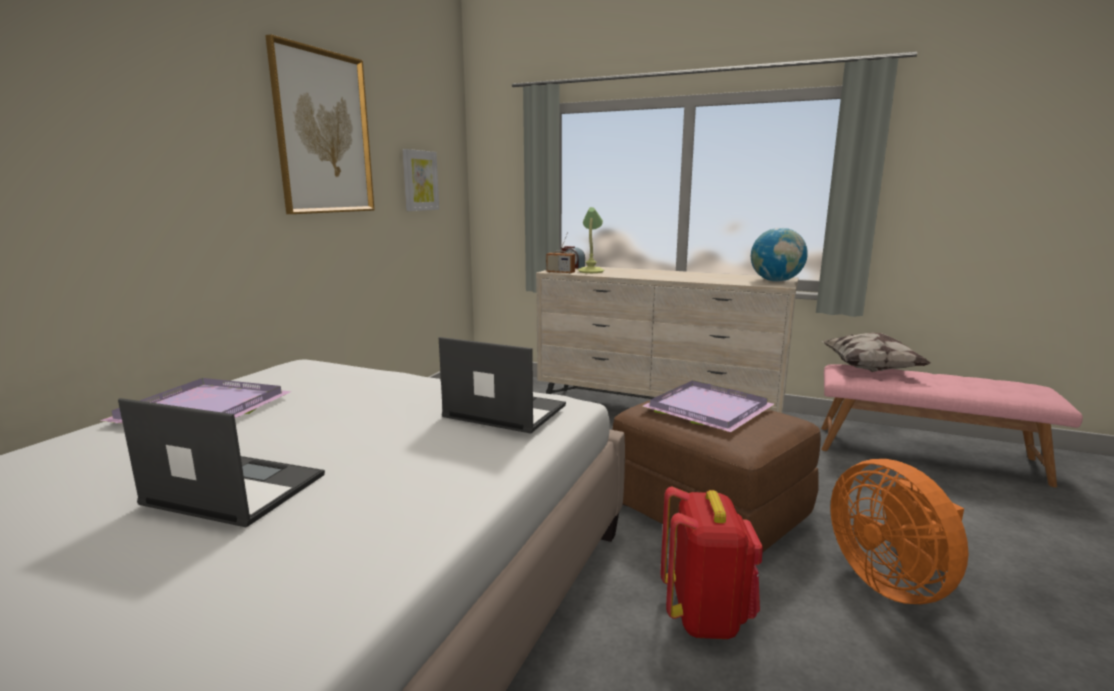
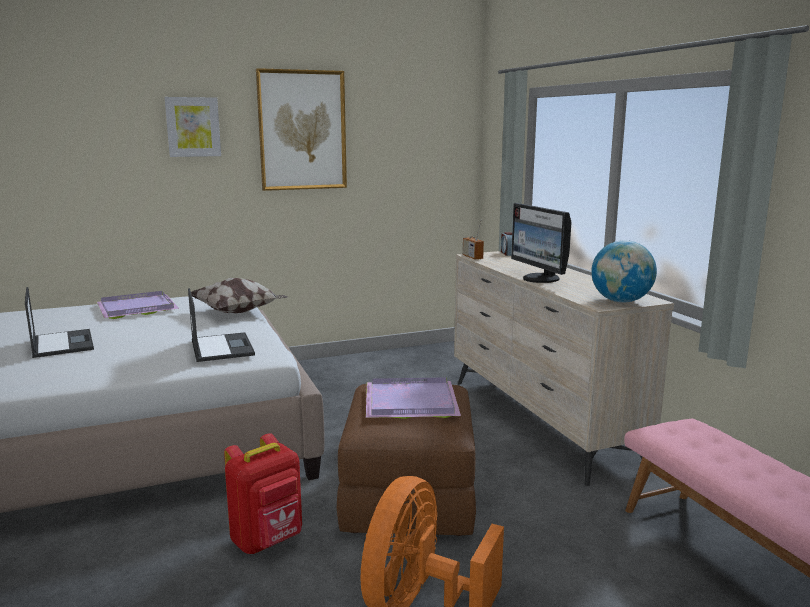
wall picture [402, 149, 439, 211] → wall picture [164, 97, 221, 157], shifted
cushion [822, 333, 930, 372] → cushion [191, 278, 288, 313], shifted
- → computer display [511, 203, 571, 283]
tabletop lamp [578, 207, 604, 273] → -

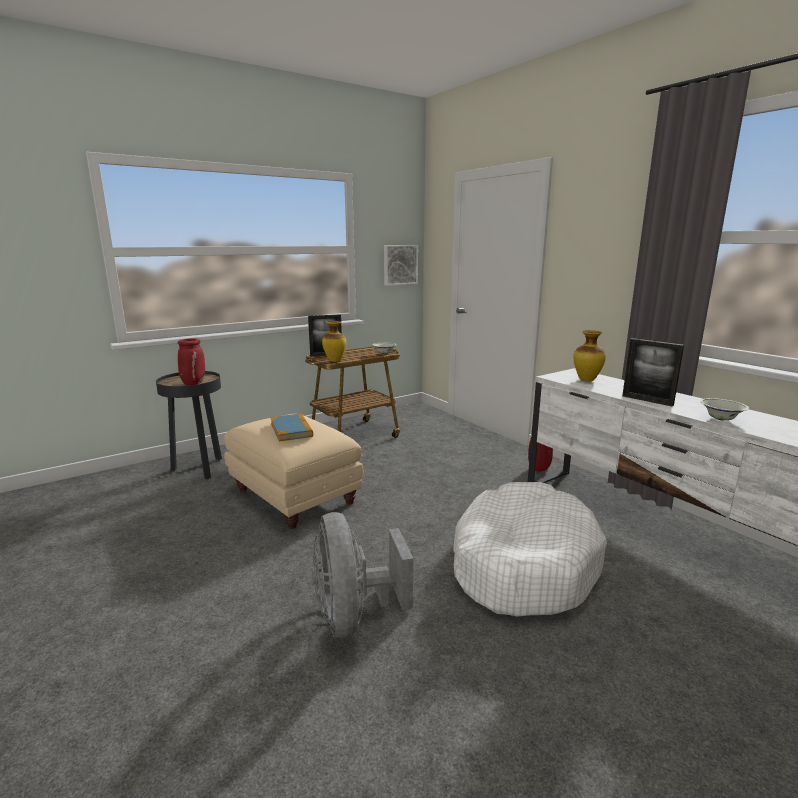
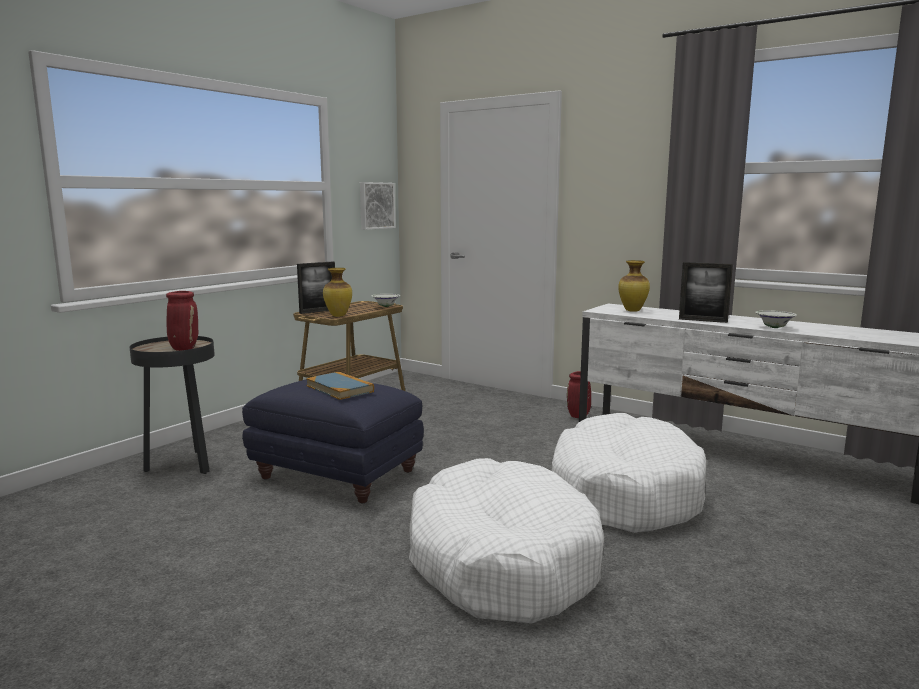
beige-coloured pouffe [224, 414, 363, 529] → blue pouffe [242, 379, 424, 504]
gray cooling fan [312, 512, 413, 638] → white dog bed [409, 458, 604, 624]

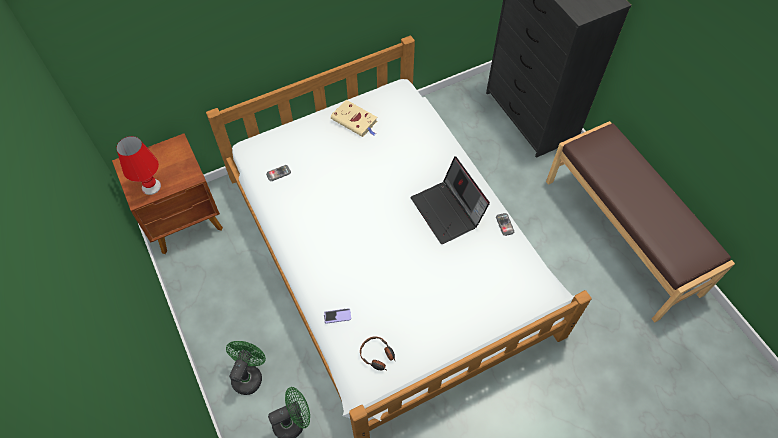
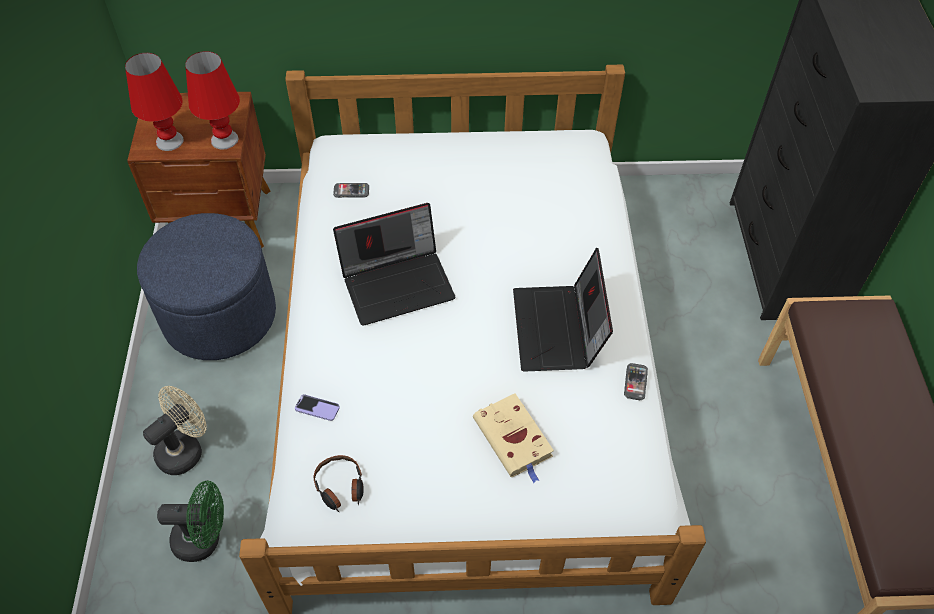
- → blue pouffe [137, 213, 276, 360]
green-coloured cooling fan [226, 341, 266, 395] → beige-coloured cooling fan [143, 386, 206, 475]
- → reddish tabletop lamp [185, 51, 240, 149]
- → notebook computer [333, 203, 455, 326]
beige-coloured volume [331, 100, 377, 137] → beige-coloured volume [473, 393, 554, 483], shifted

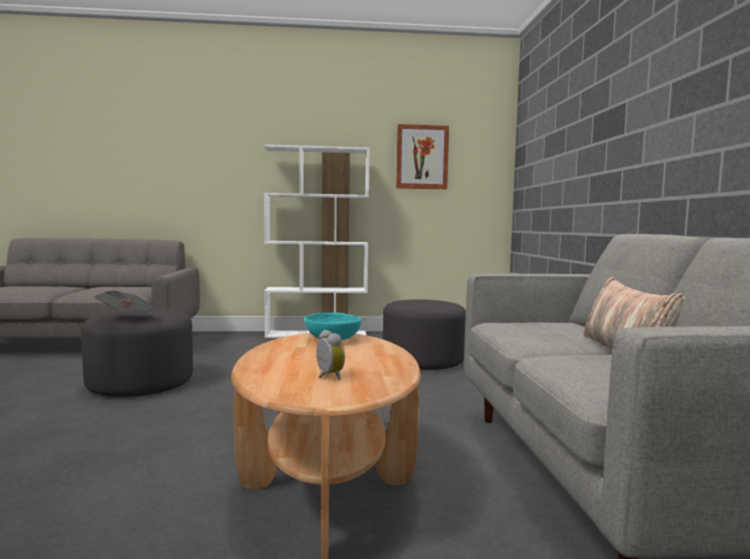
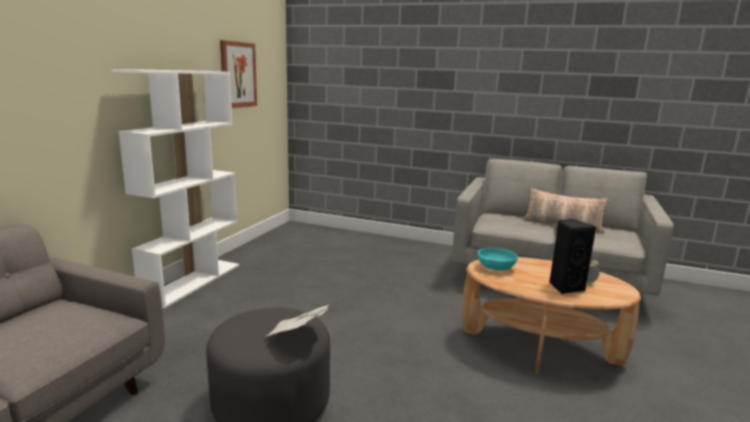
- → black-coloured audio speaker [549, 219, 596, 294]
gray pouffe [382, 299, 466, 370] → -

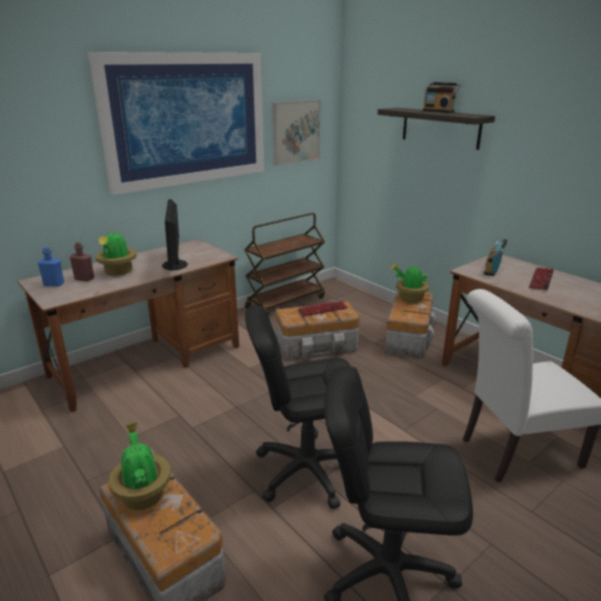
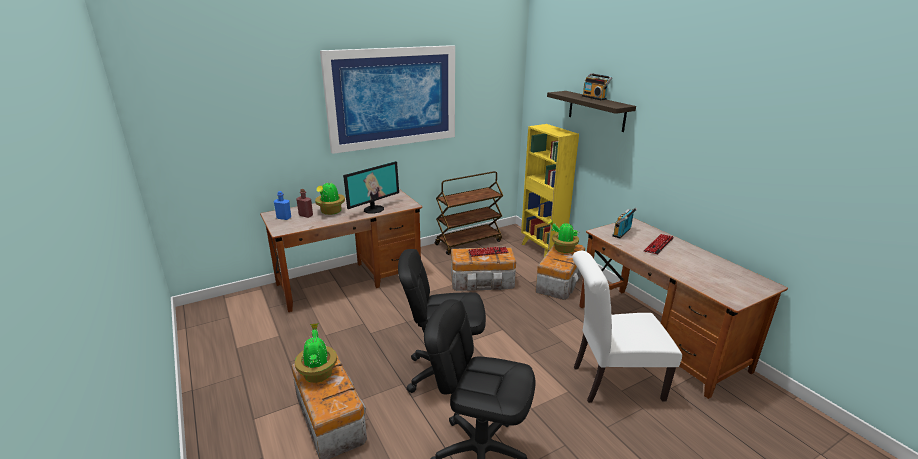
computer display [162, 199, 188, 270] → computer display [343, 161, 399, 214], 135 degrees counterclockwise
- → yellow-coloured shelving unit [521, 124, 579, 257]
wall picture [272, 100, 321, 166] → -

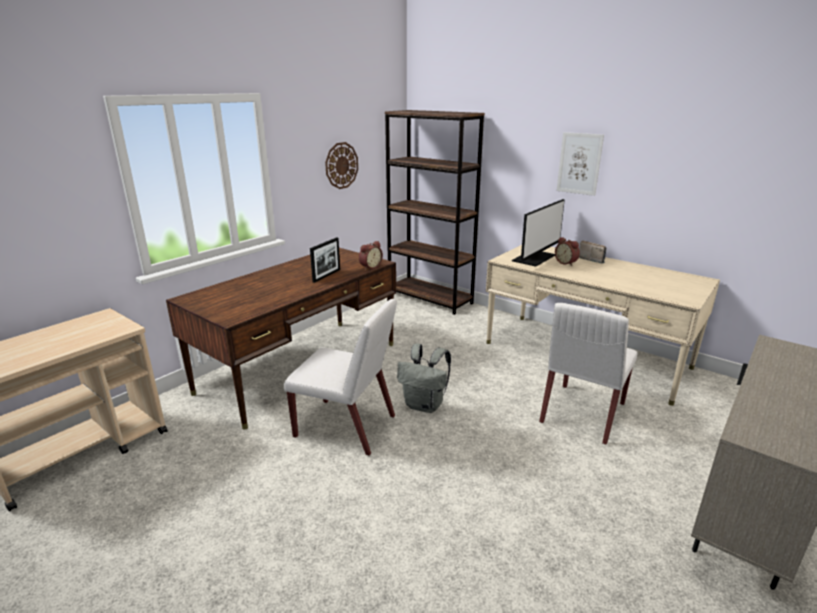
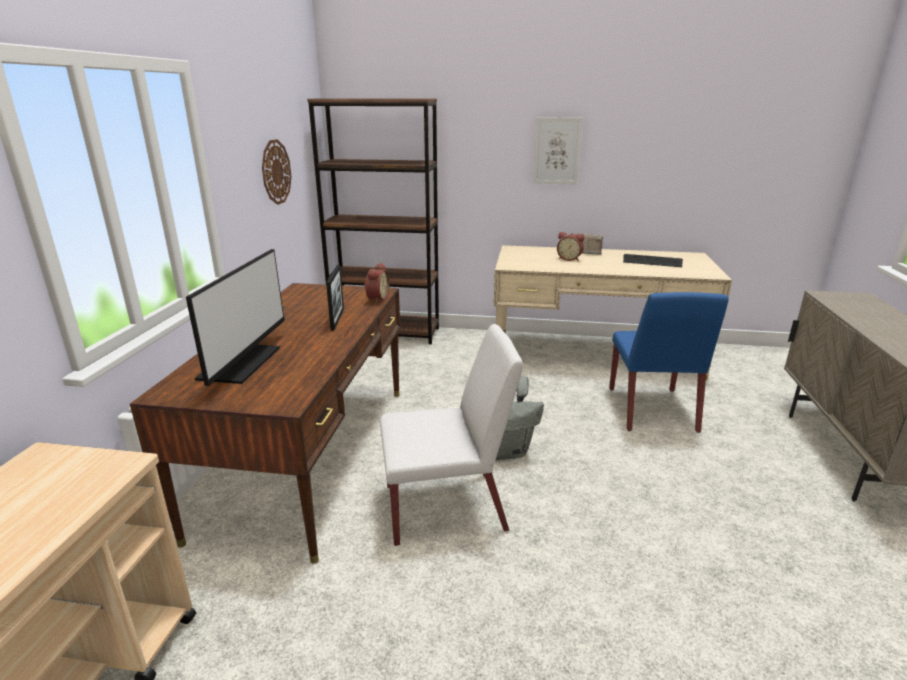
computer display [512, 199, 565, 267] → computer display [186, 249, 285, 386], shifted
white chair [539, 303, 637, 445] → blue chair [609, 292, 729, 433]
- → keyboard [623, 254, 683, 267]

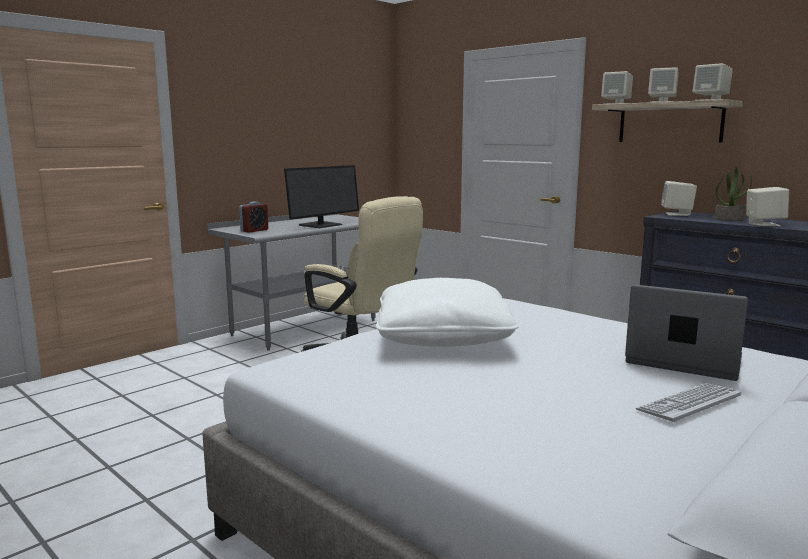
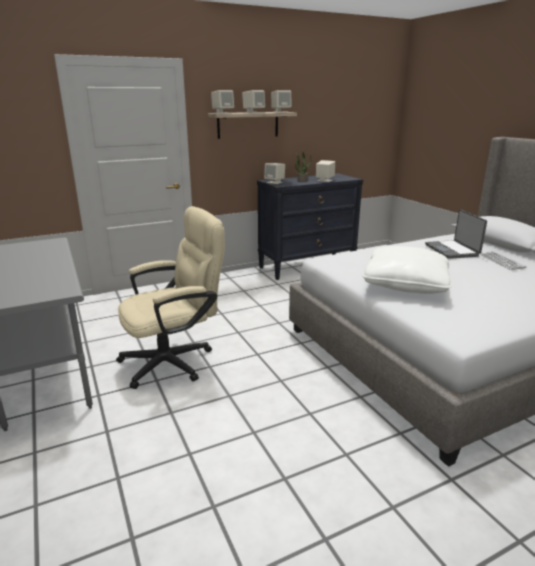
notebook computer [625, 284, 748, 381] → notebook computer [425, 210, 487, 259], 60 degrees counterclockwise
alarm clock [239, 201, 268, 233] → -
computer display [284, 165, 359, 228] → -

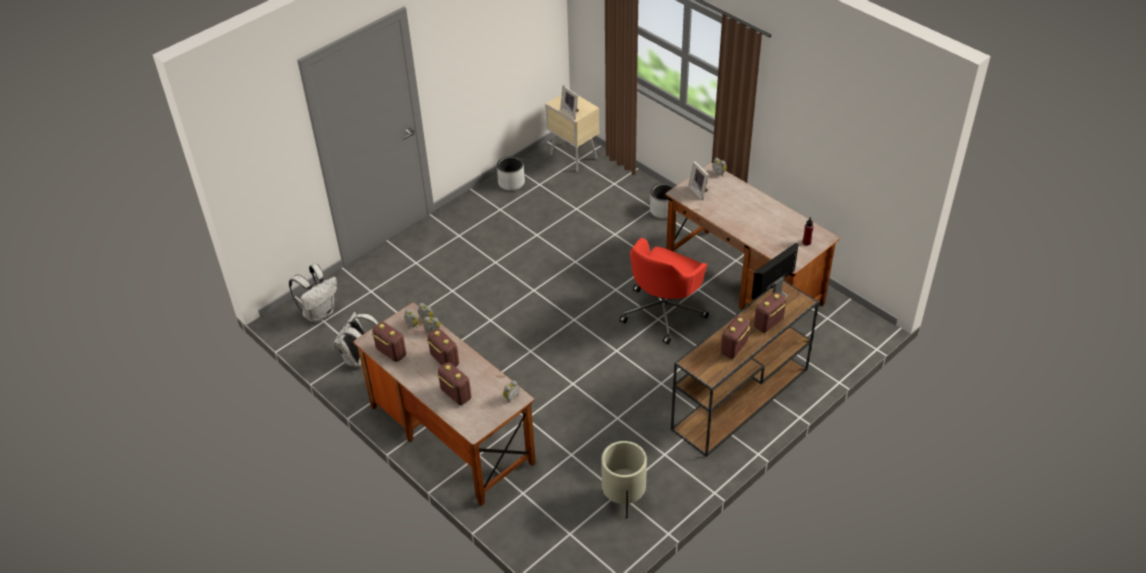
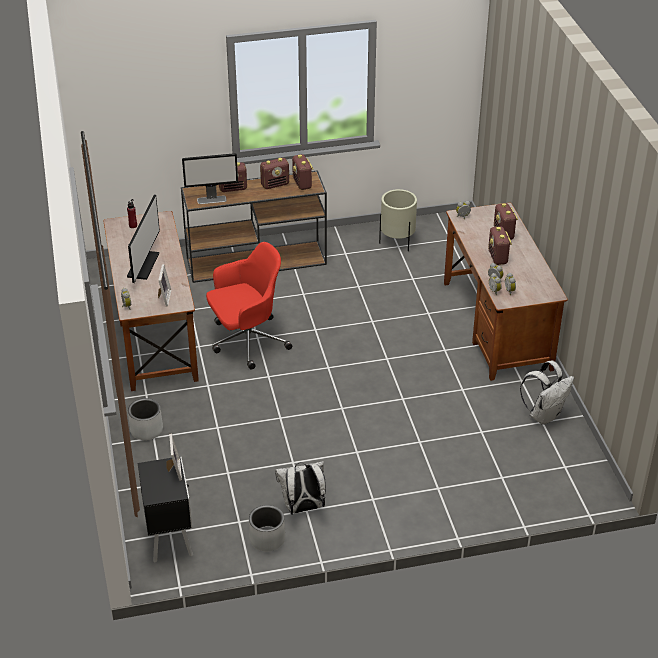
- → computer display [127, 194, 160, 283]
beige-coloured bedside table [545, 94, 599, 172] → black-coloured bedside table [137, 456, 193, 563]
white backpack [289, 264, 337, 323] → white backpack [275, 461, 326, 515], shifted
radio set [371, 322, 406, 362] → radio set [292, 154, 313, 190], shifted

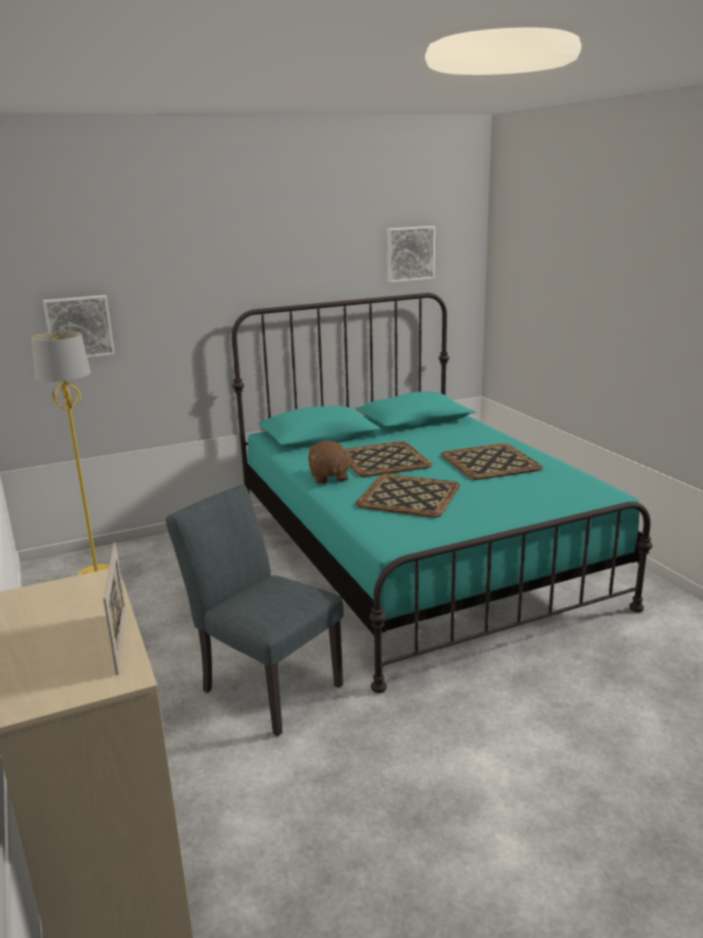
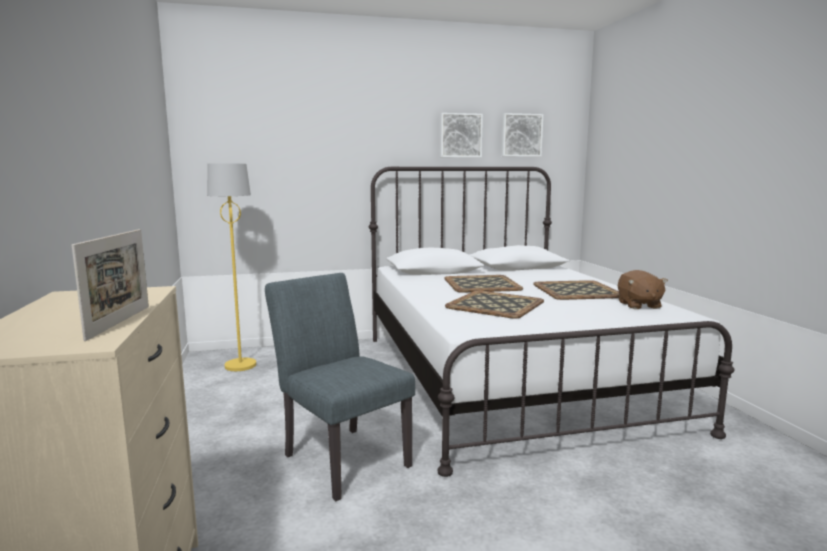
turquoise-coloured sleeping bed [232, 293, 652, 693] → white sleeping bed [369, 167, 734, 477]
wall picture [43, 295, 115, 358] → wall picture [440, 113, 483, 157], shifted
brownish plush toy [308, 441, 351, 484] → brownish plush toy [618, 270, 668, 309], shifted

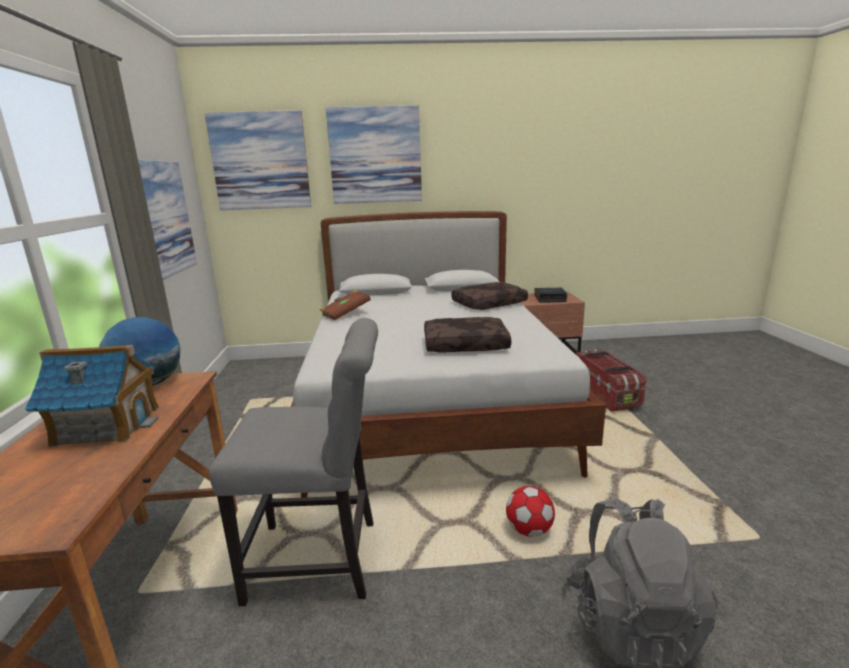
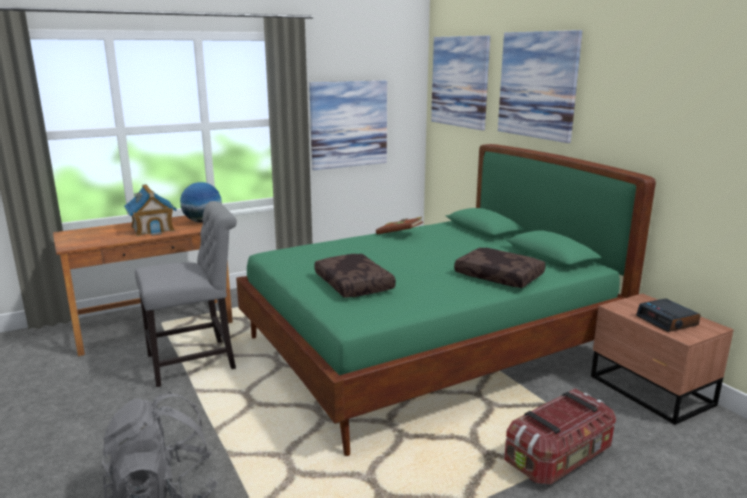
gray chair [209, 318, 378, 606] → gray chair [135, 201, 237, 387], 90 degrees counterclockwise
white sleeping bed [291, 211, 606, 498] → green-coloured sleeping bed [236, 144, 656, 456]
football [506, 486, 555, 537] → -

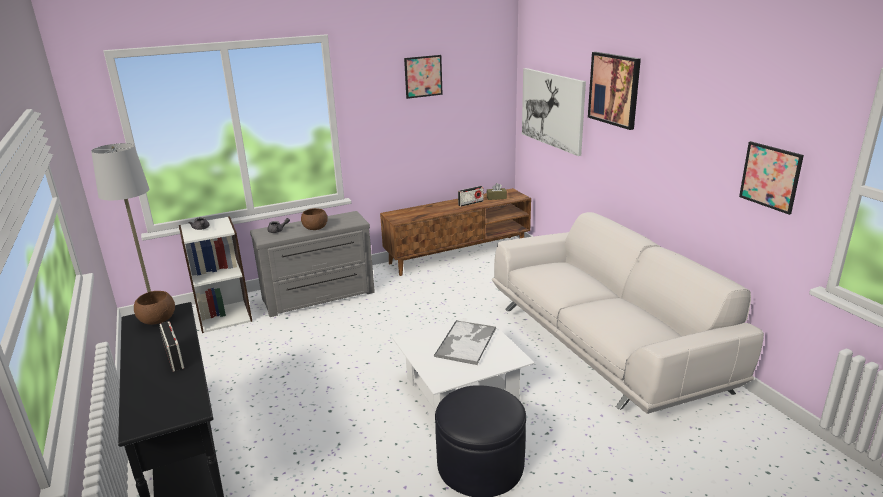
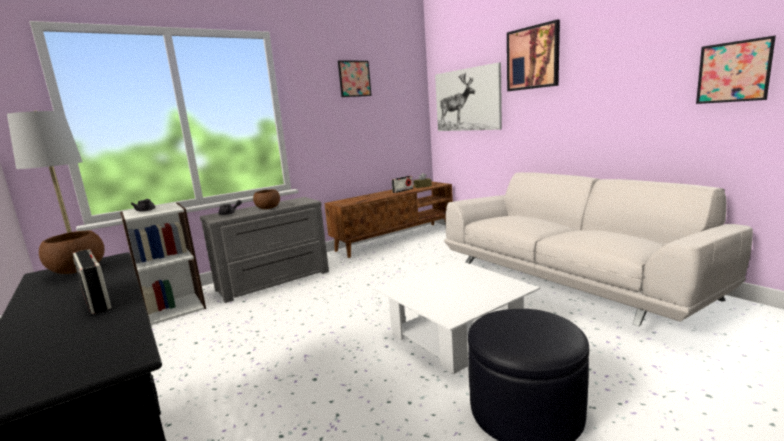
tray [434, 320, 496, 365] → -

